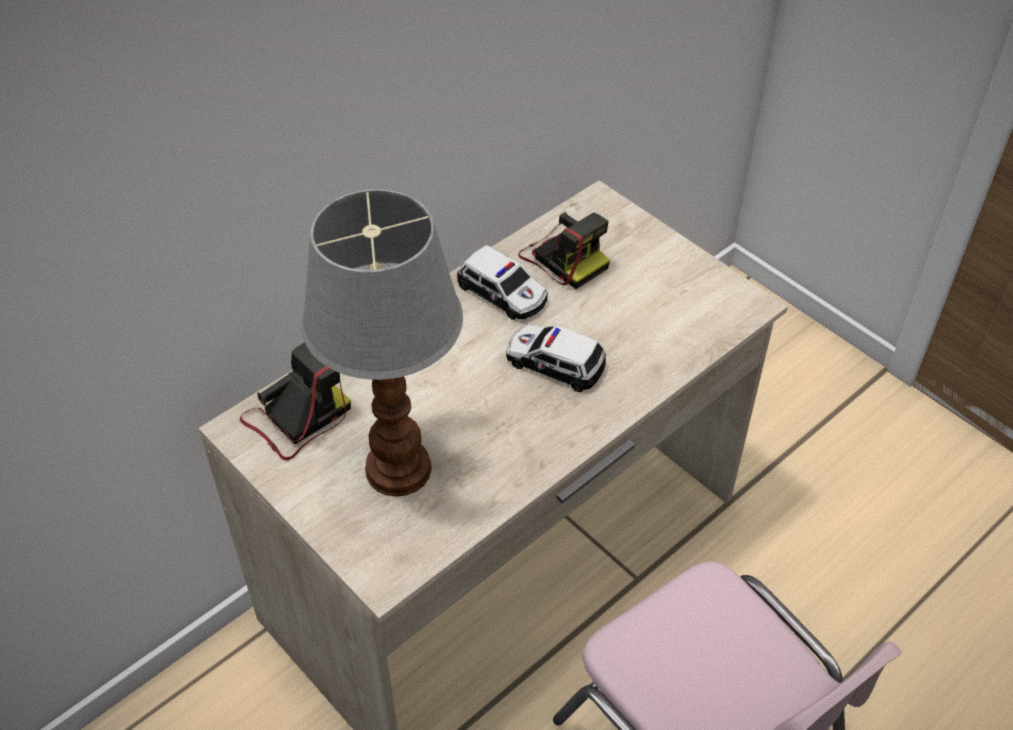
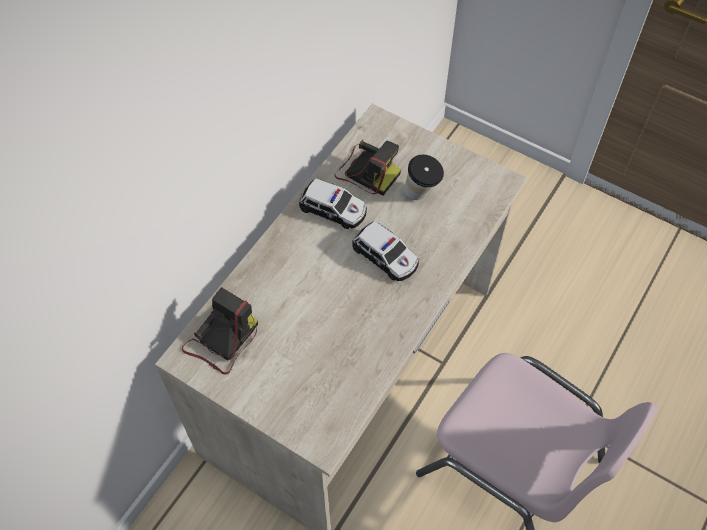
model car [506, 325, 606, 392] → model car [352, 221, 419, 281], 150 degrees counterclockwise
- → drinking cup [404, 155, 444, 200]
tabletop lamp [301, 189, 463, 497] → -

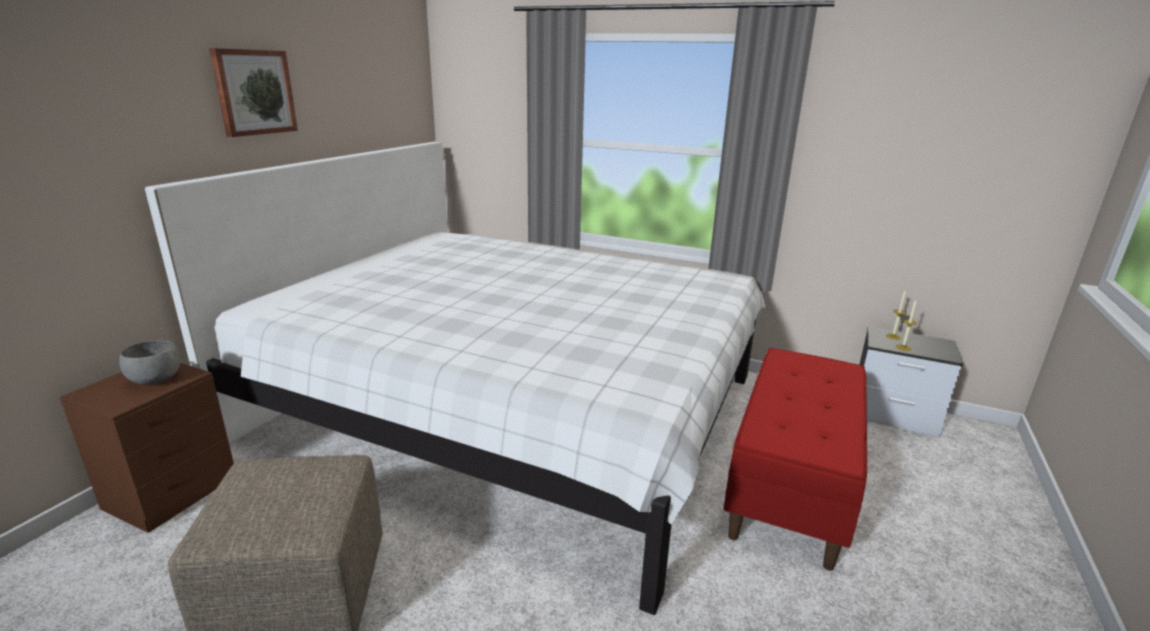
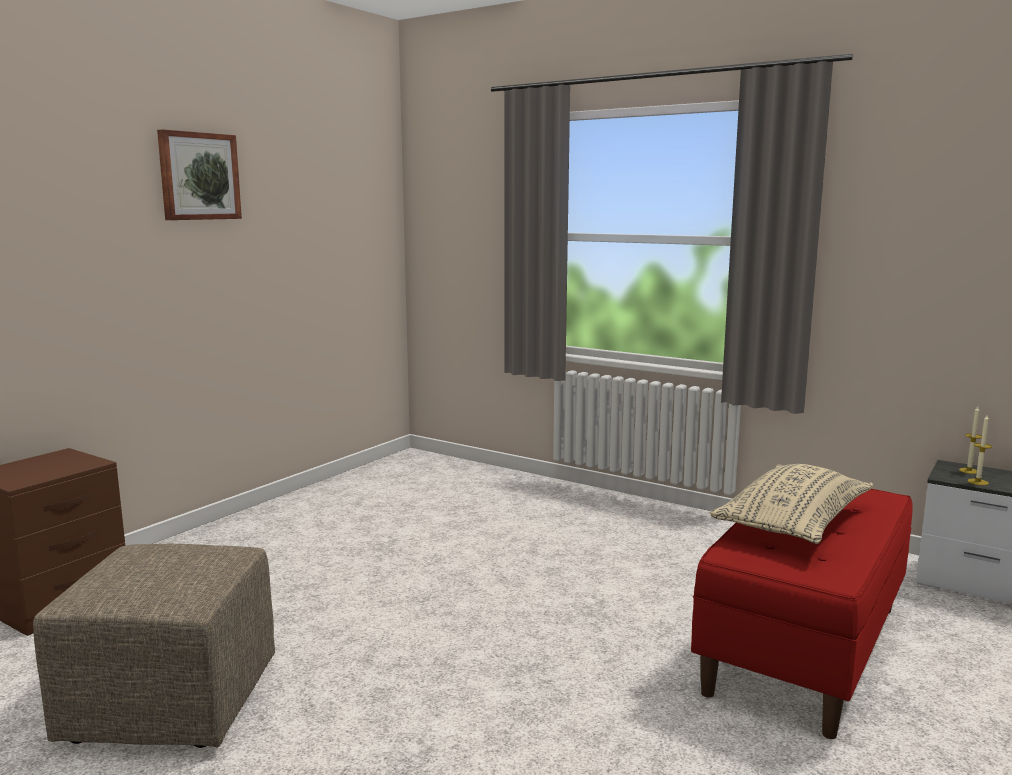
- → beige-coloured cushion [710, 464, 874, 544]
gray bowl [119, 340, 181, 384] → -
white sleeping bed [145, 142, 765, 615] → -

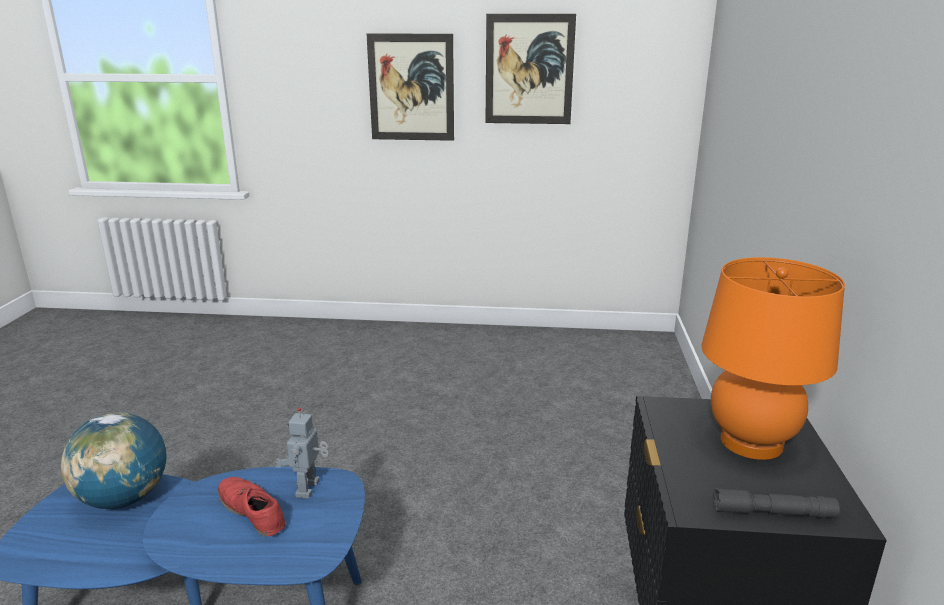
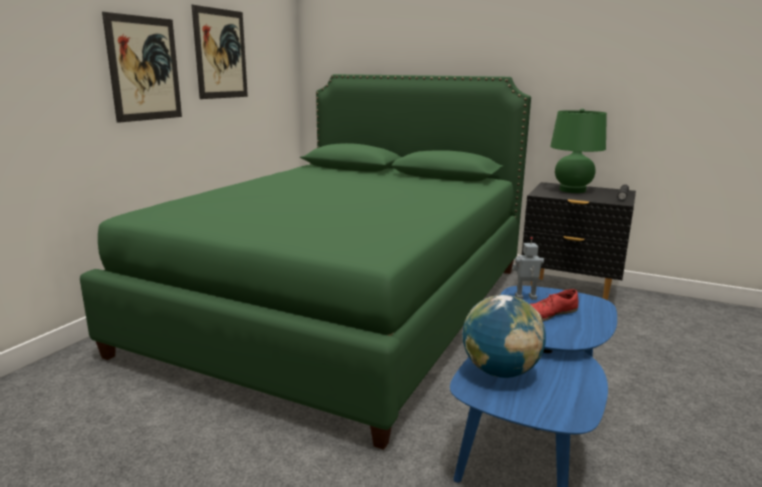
- → green-coloured sleeping bed [80, 74, 531, 450]
model robot [275, 407, 329, 499] → model robot [512, 237, 544, 300], 150 degrees clockwise
orangey tabletop lamp [702, 257, 845, 460] → green-coloured tabletop lamp [550, 109, 607, 193]

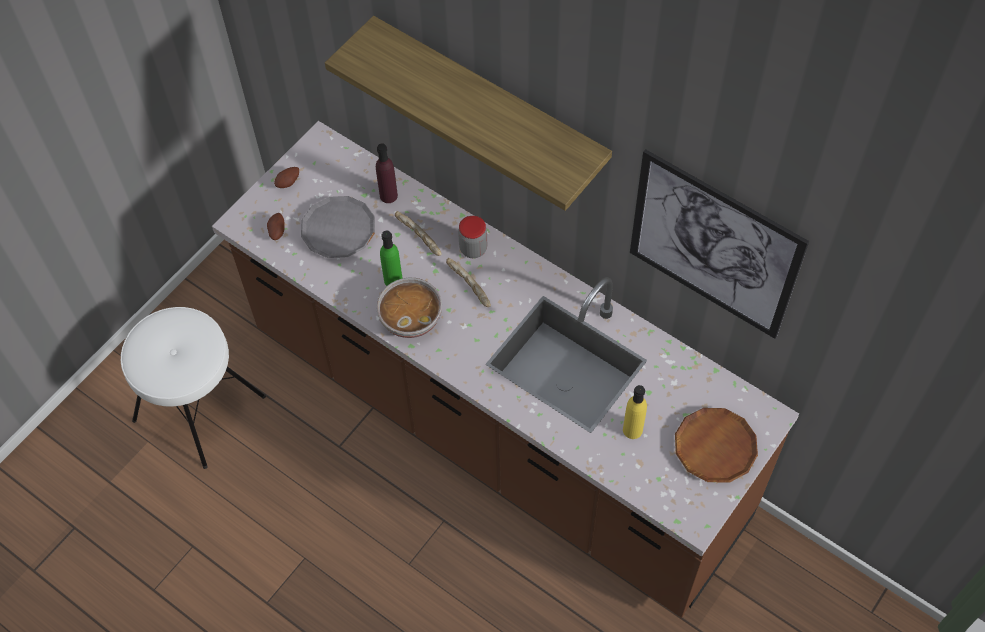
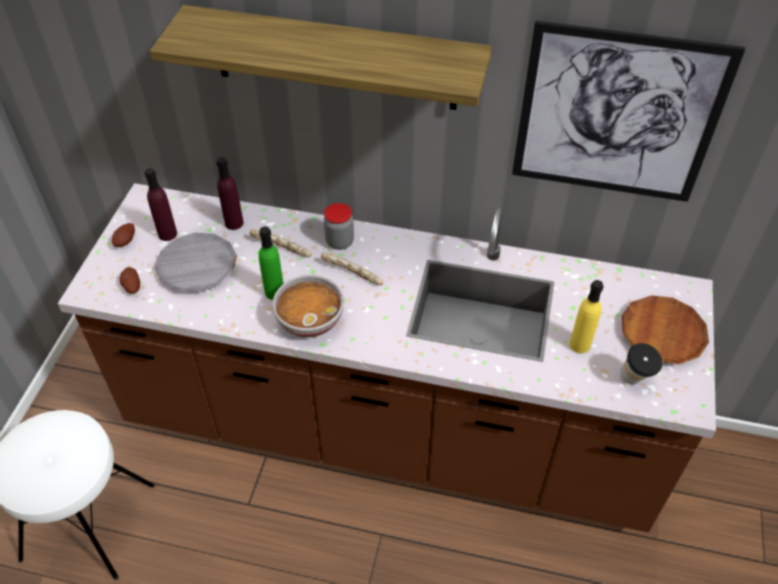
- → purplish bottle [145, 168, 177, 241]
- → drinking cup [620, 343, 662, 385]

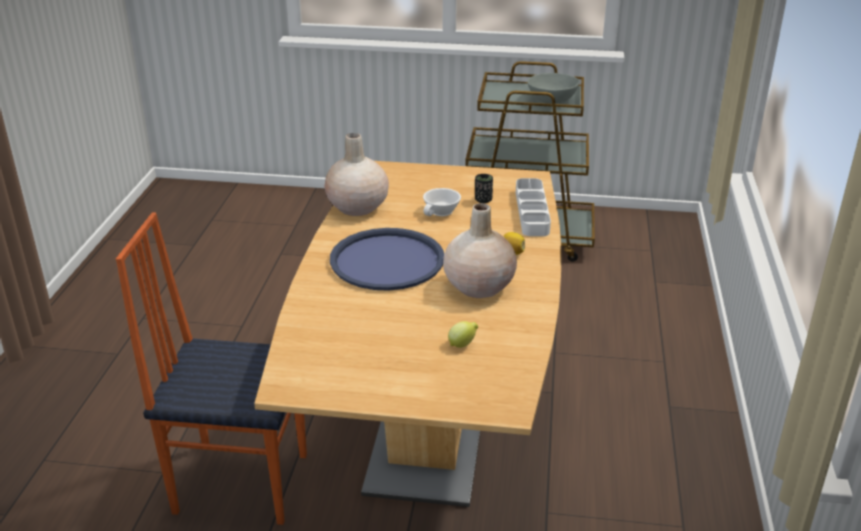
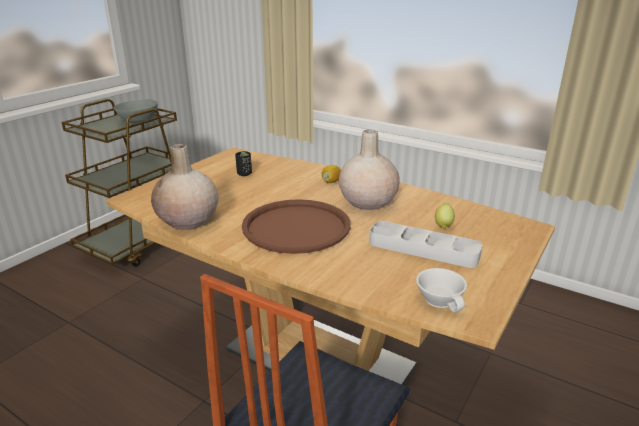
blue tray [330, 228, 444, 291] → brownish tray [242, 199, 351, 254]
gray tray [516, 178, 551, 236] → gray tray [369, 221, 483, 268], shifted
white drinking cup [423, 188, 461, 216] → white drinking cup [416, 268, 467, 312], shifted

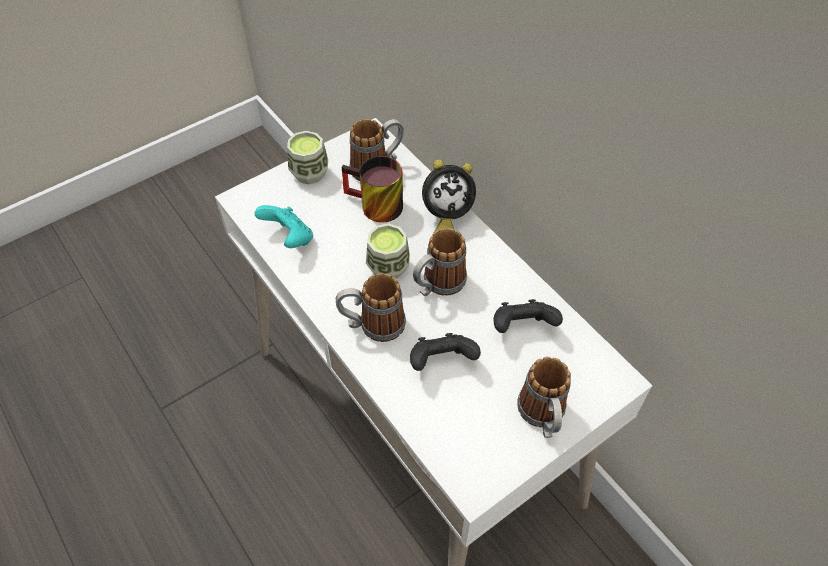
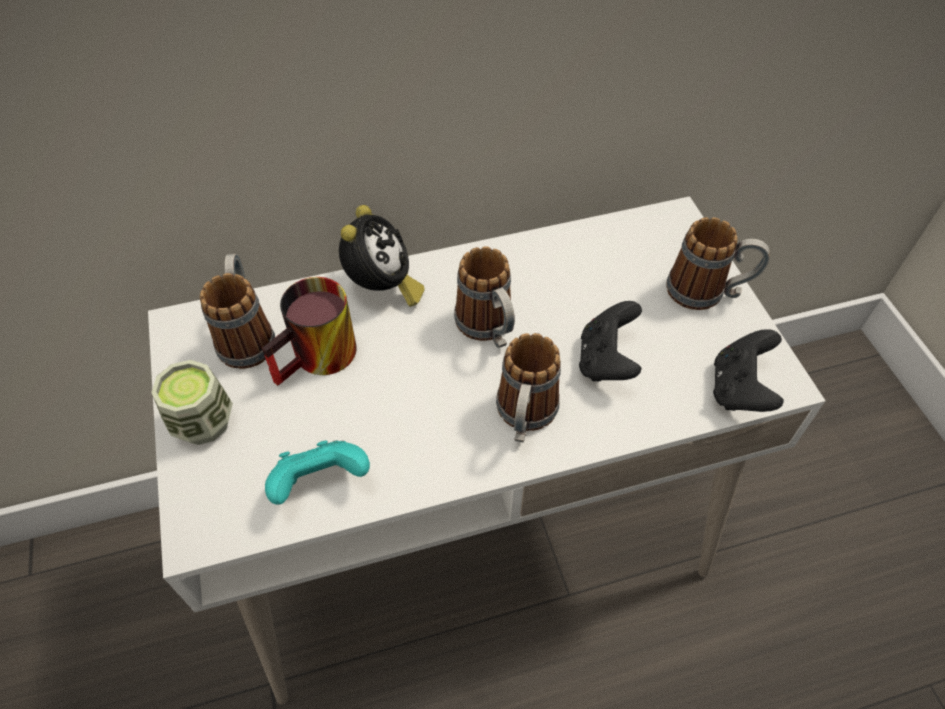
black-coloured gamepad [494, 299, 563, 333] → black-coloured gamepad [713, 329, 784, 412], shifted
drinking cup [366, 223, 410, 279] → -

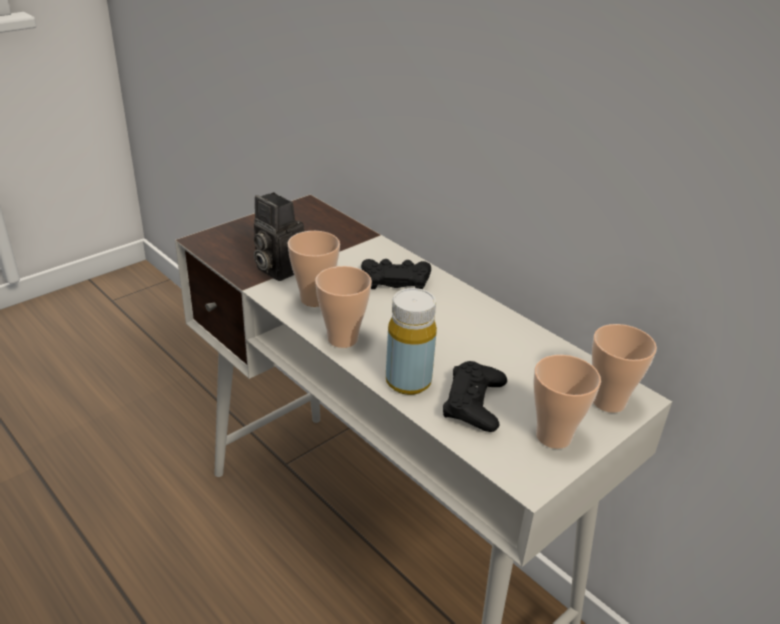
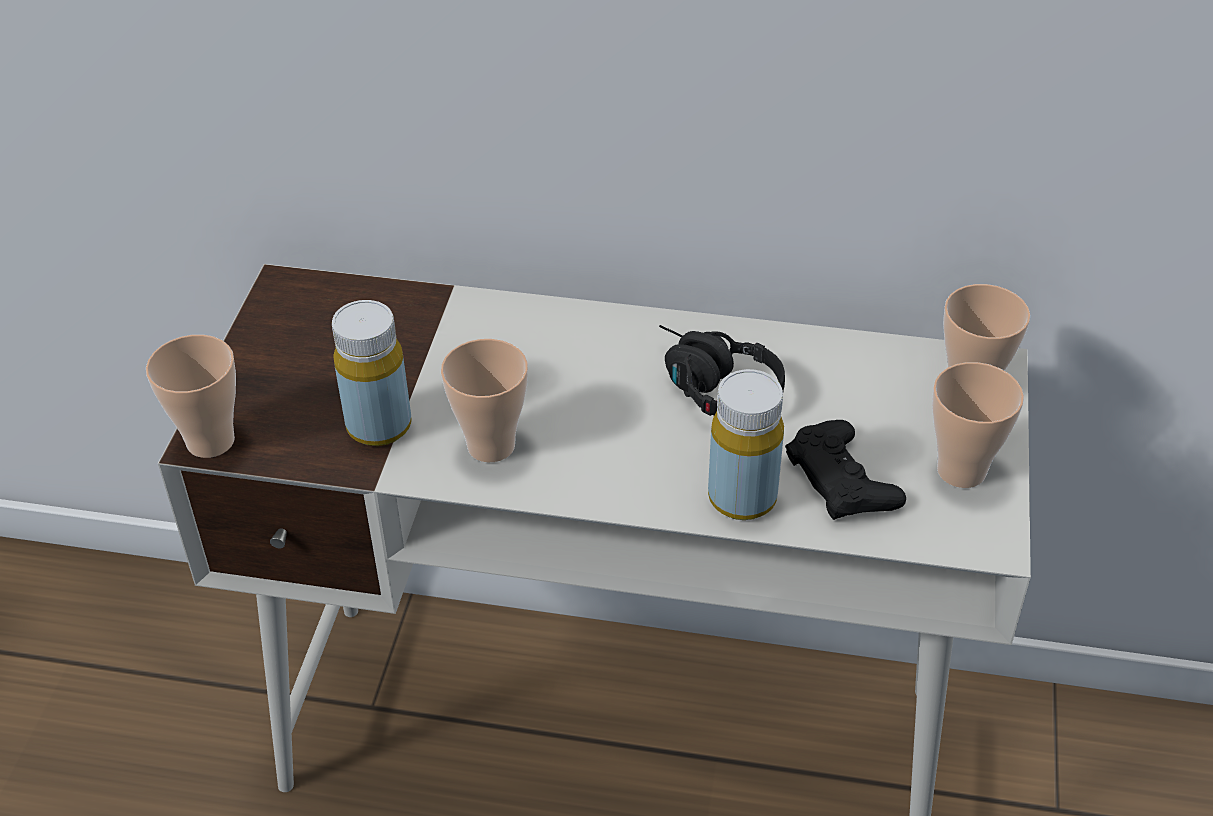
drinking cup [315, 266, 372, 348] → drinking cup [146, 335, 236, 458], shifted
still camera [254, 192, 304, 281] → yellow-coloured bottle [332, 300, 412, 446]
- → black-coloured headset [659, 325, 785, 416]
black-coloured gamepad [361, 259, 431, 289] → -

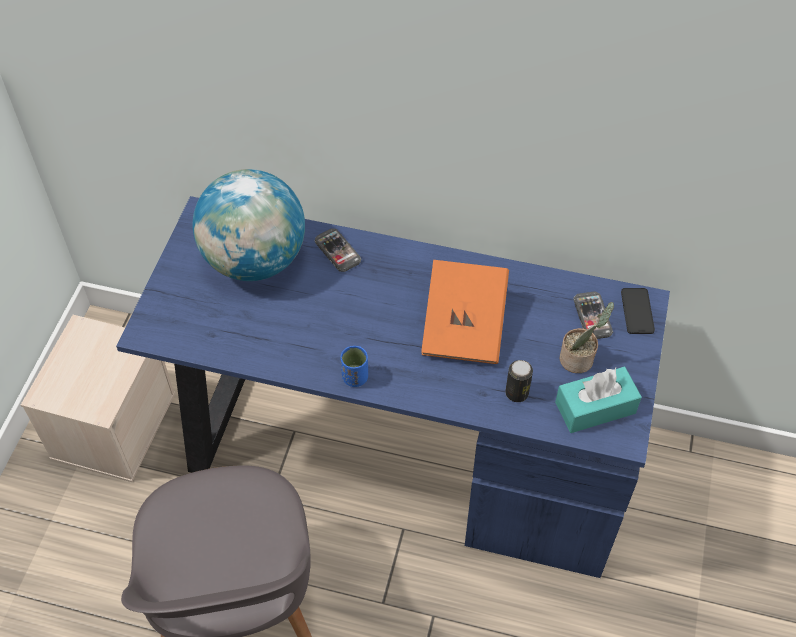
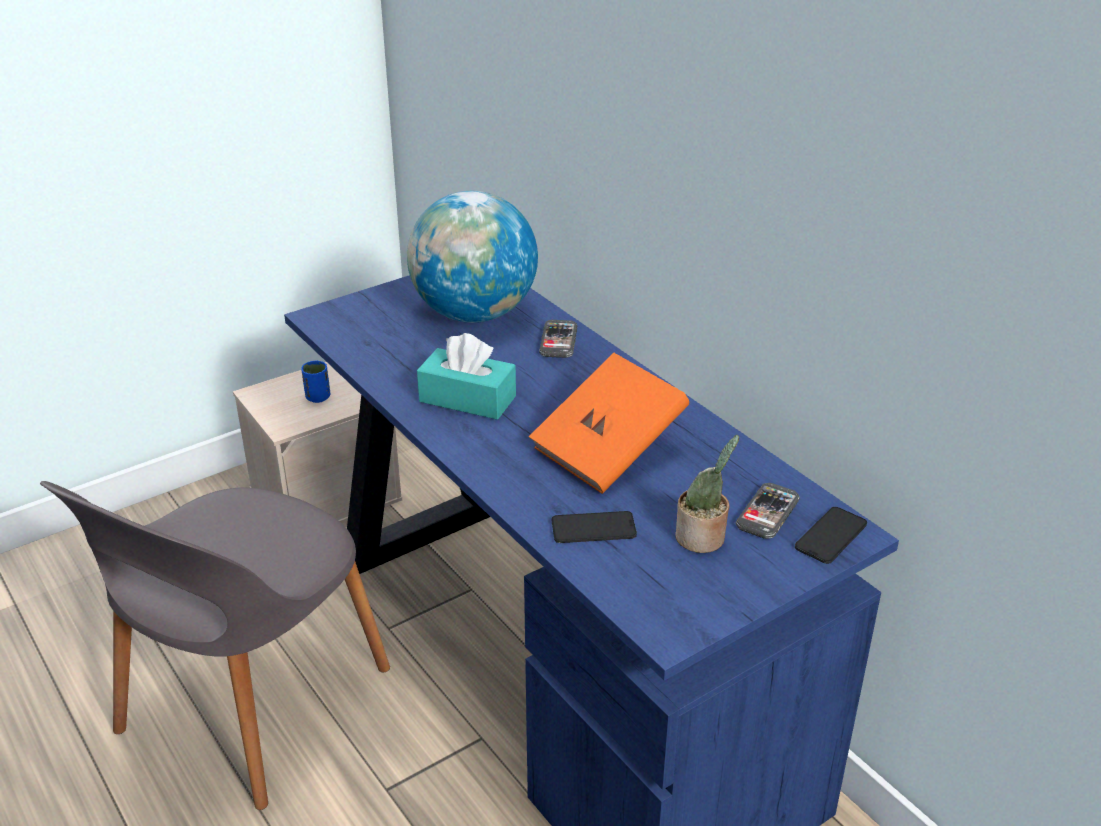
blue drinking cup [341, 346, 368, 387] → blue drinking cup [301, 361, 330, 403], shifted
turquoise-coloured tissue holder [555, 367, 642, 433] → turquoise-coloured tissue holder [417, 333, 516, 420], shifted
metal can [505, 360, 533, 402] → phone [552, 511, 637, 543]

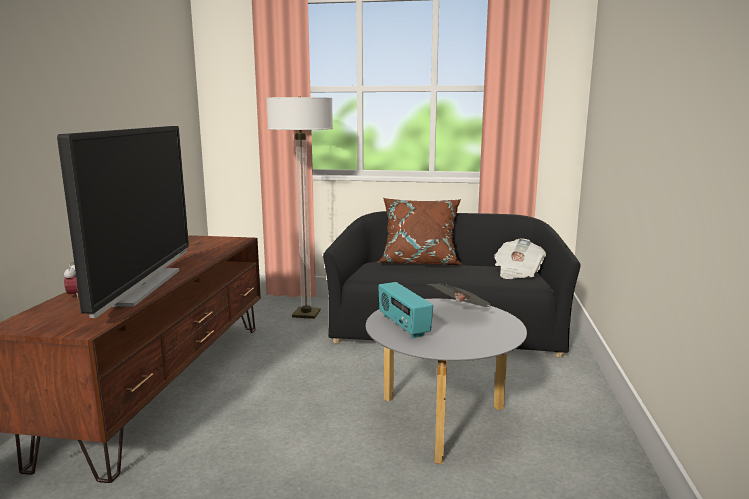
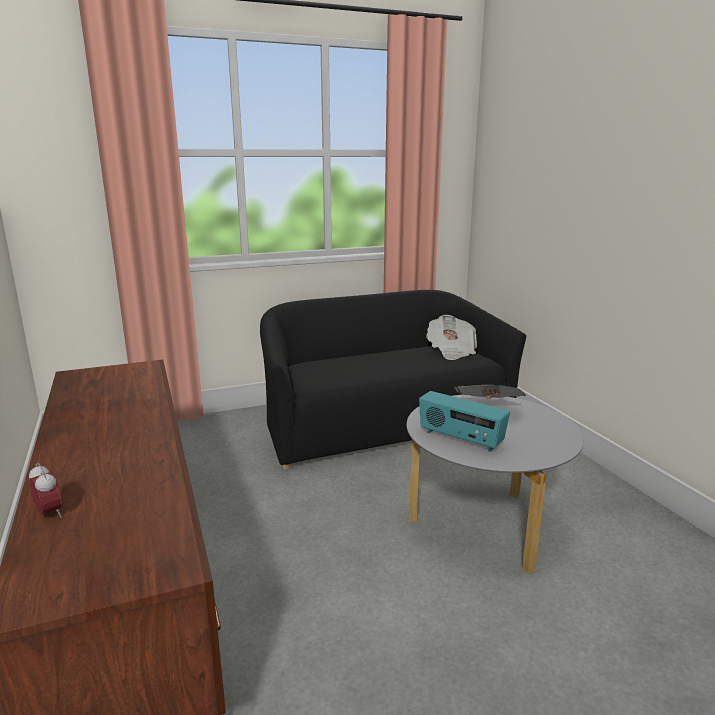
TV [57, 126, 189, 318] → -
standing lamp [266, 96, 333, 319] → -
brownish cushion [377, 198, 463, 265] → -

